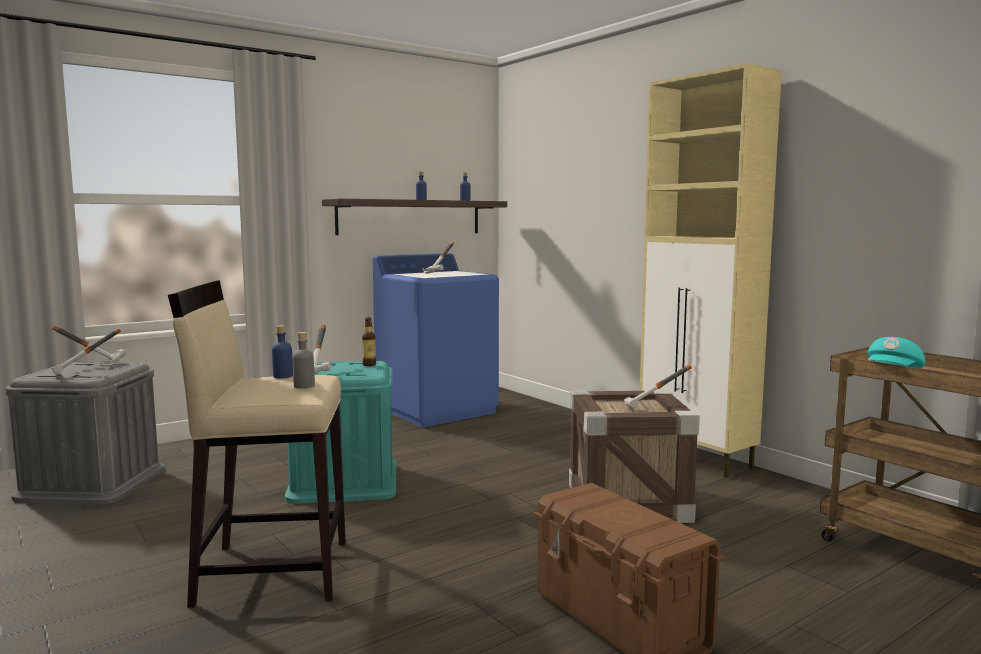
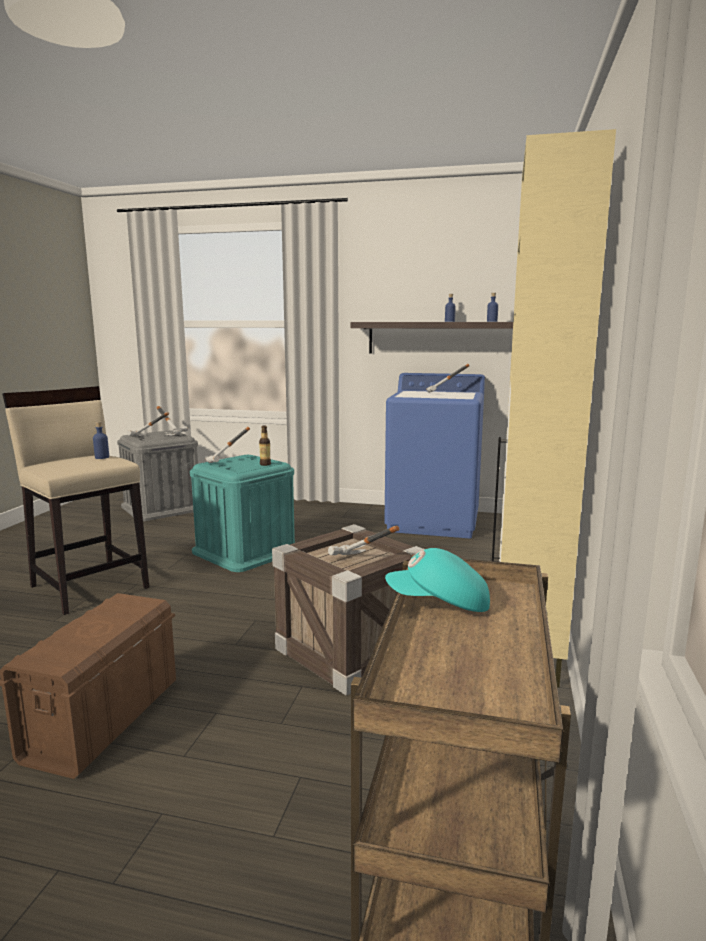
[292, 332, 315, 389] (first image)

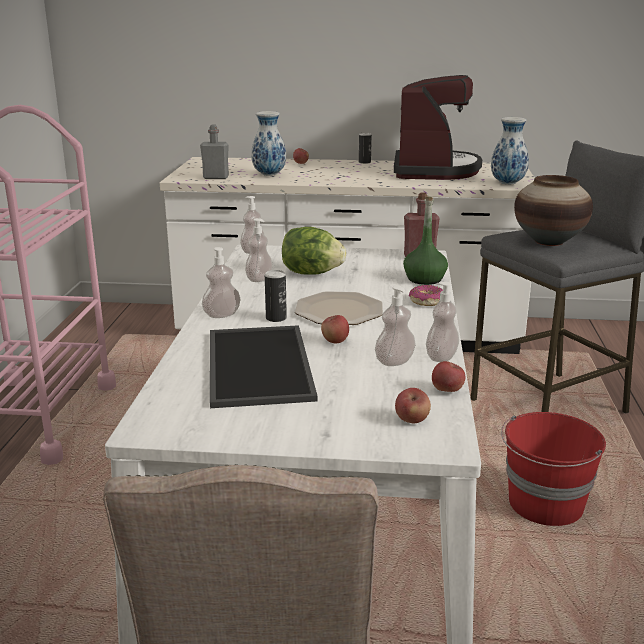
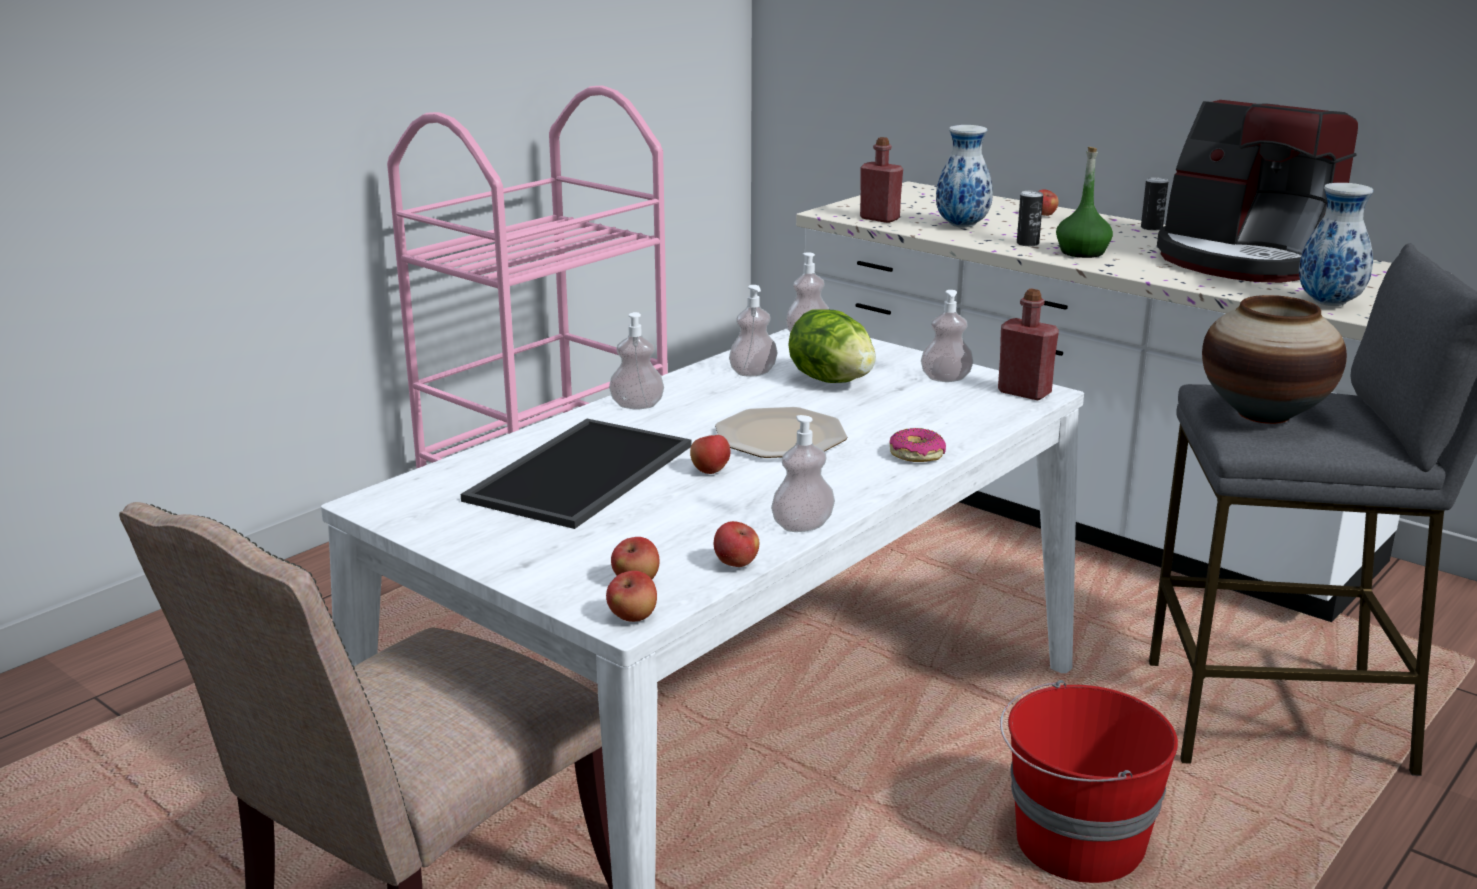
[1157, 100, 1358, 283]
[860, 137, 903, 223]
[1056, 147, 1113, 258]
[1017, 191, 1043, 246]
[921, 290, 973, 382]
[606, 571, 657, 622]

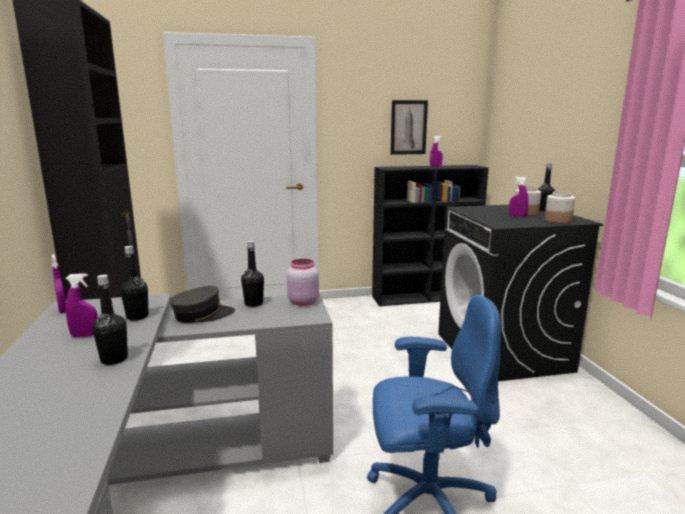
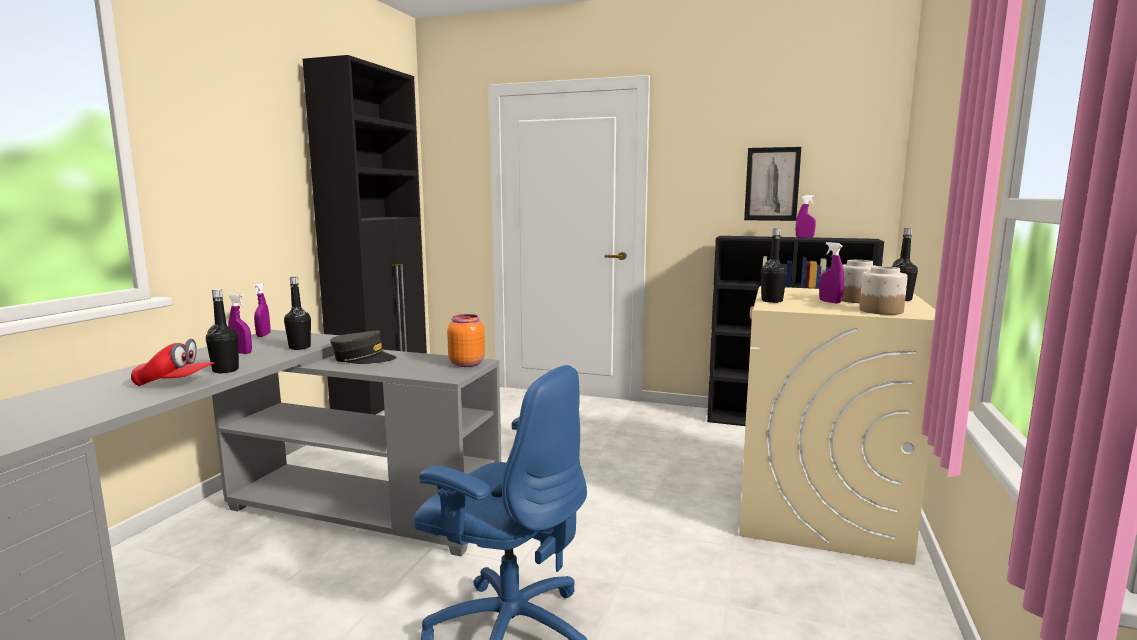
[739, 286, 936, 565]
[761, 228, 787, 303]
[447, 314, 485, 367]
[131, 339, 215, 386]

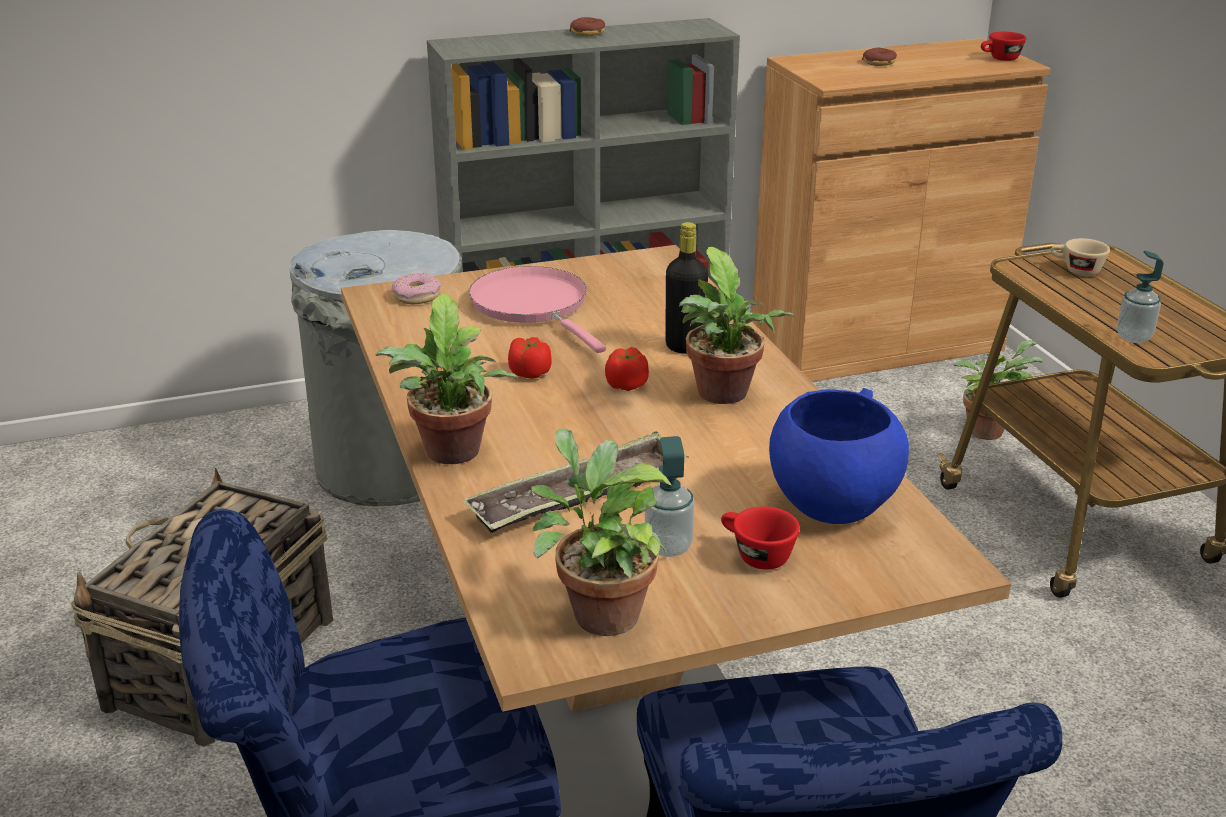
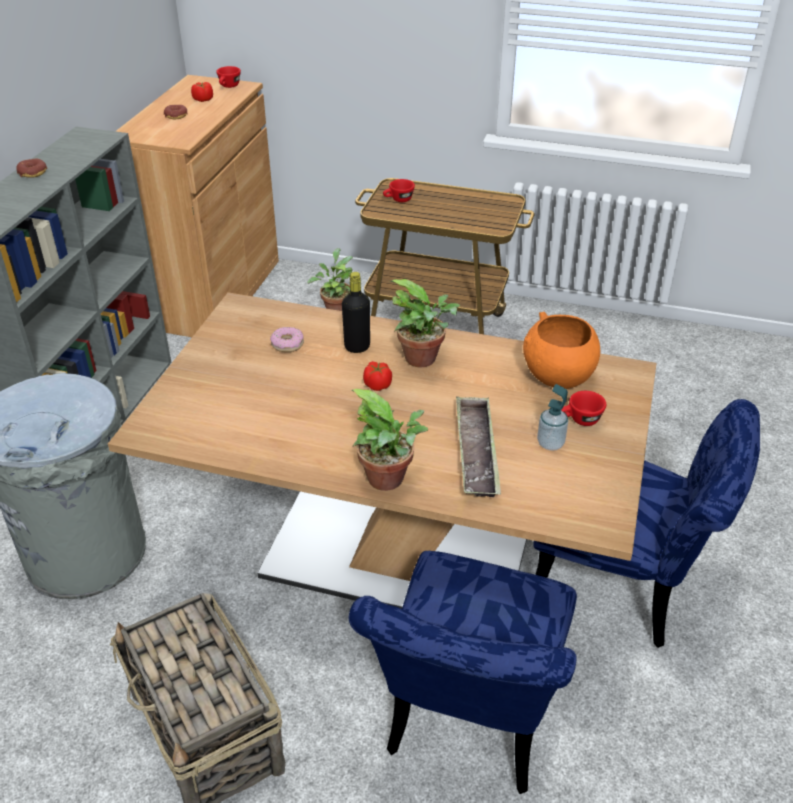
[383, 179, 415, 202]
[1117, 250, 1163, 343] (first image)
[469, 266, 606, 353] (first image)
[270, 327, 304, 352]
[191, 82, 213, 102]
[523, 312, 600, 389]
[531, 428, 672, 636] (first image)

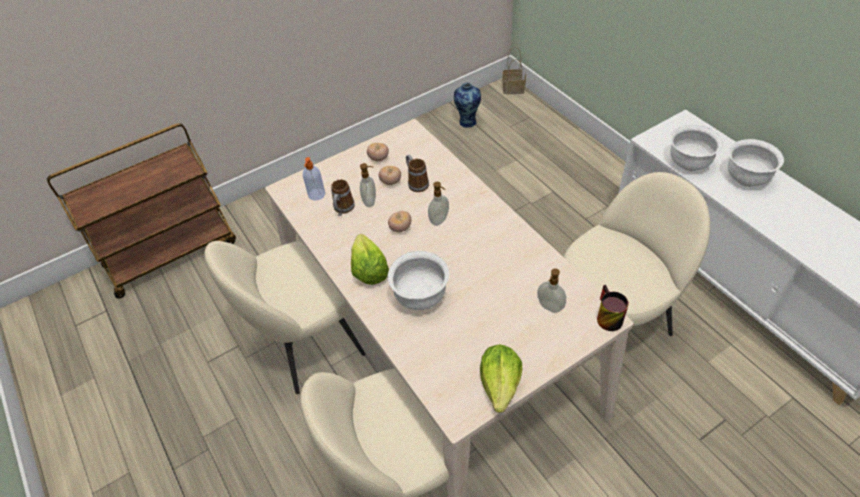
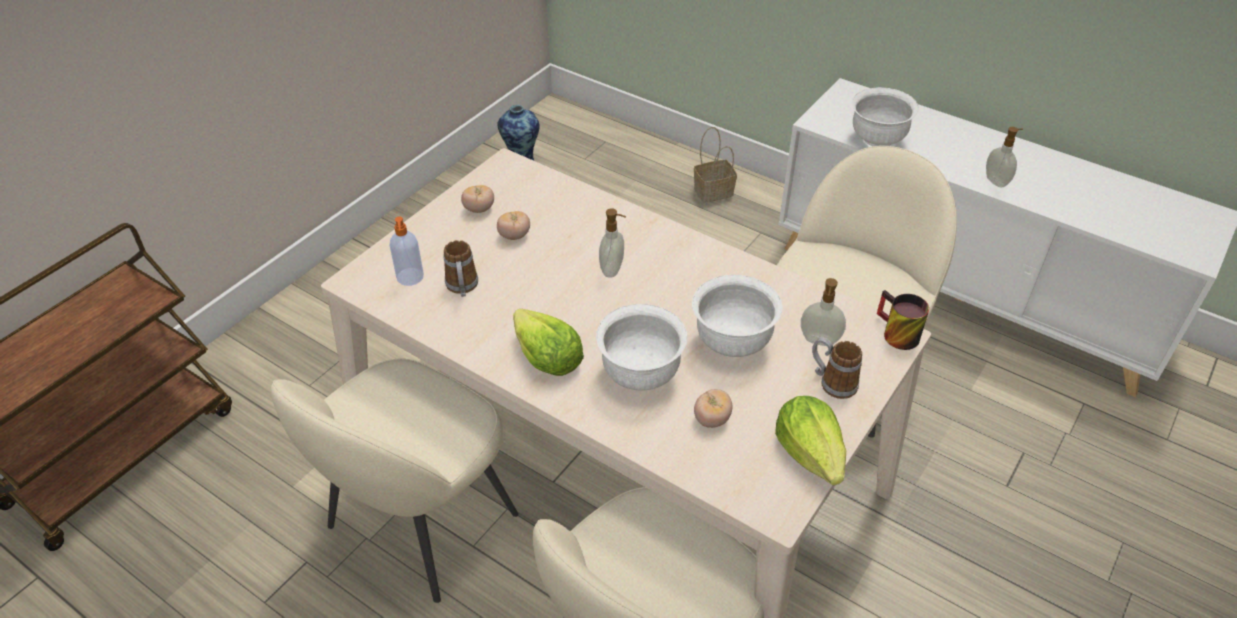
[694, 127, 737, 203]
[692, 275, 783, 357]
[812, 338, 862, 399]
[986, 127, 1023, 187]
[694, 389, 732, 428]

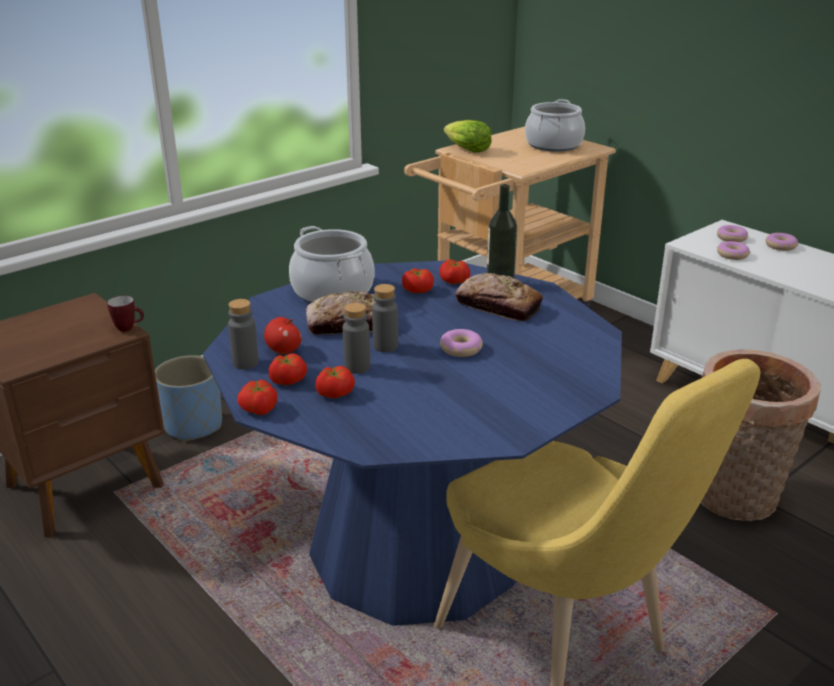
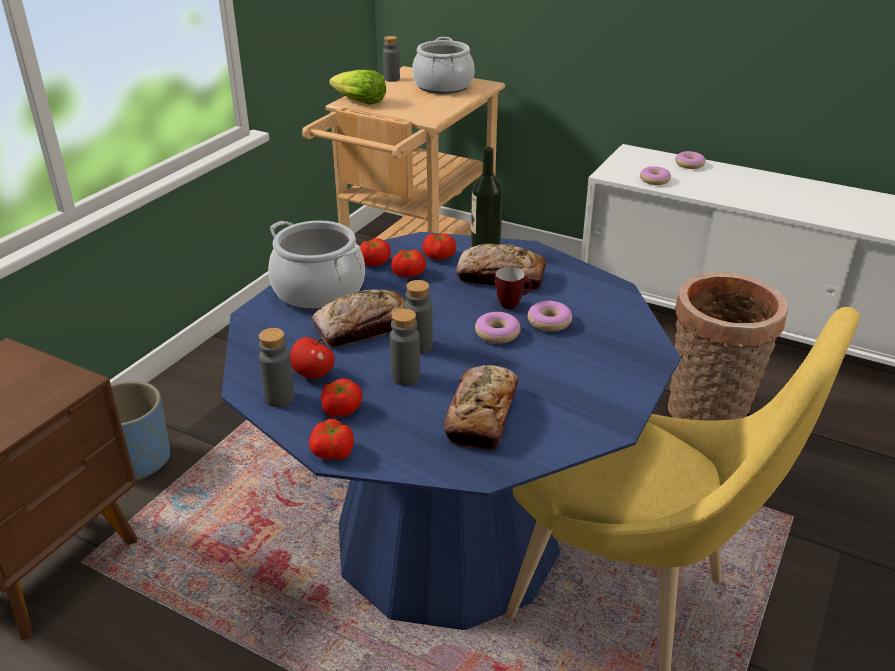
[528, 301, 573, 332]
[495, 267, 532, 309]
[360, 238, 391, 266]
[383, 36, 400, 82]
[444, 365, 518, 450]

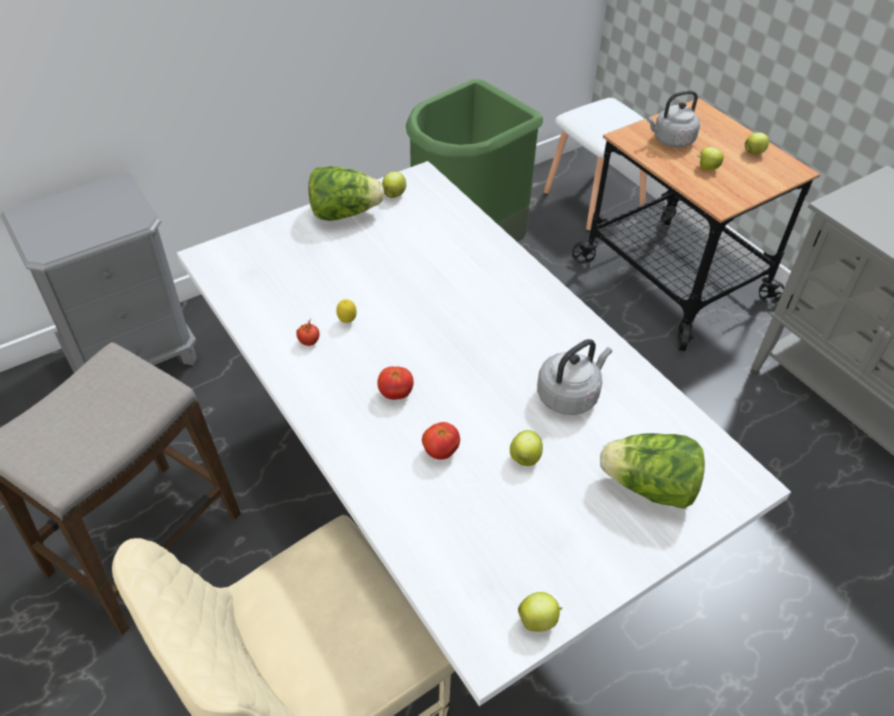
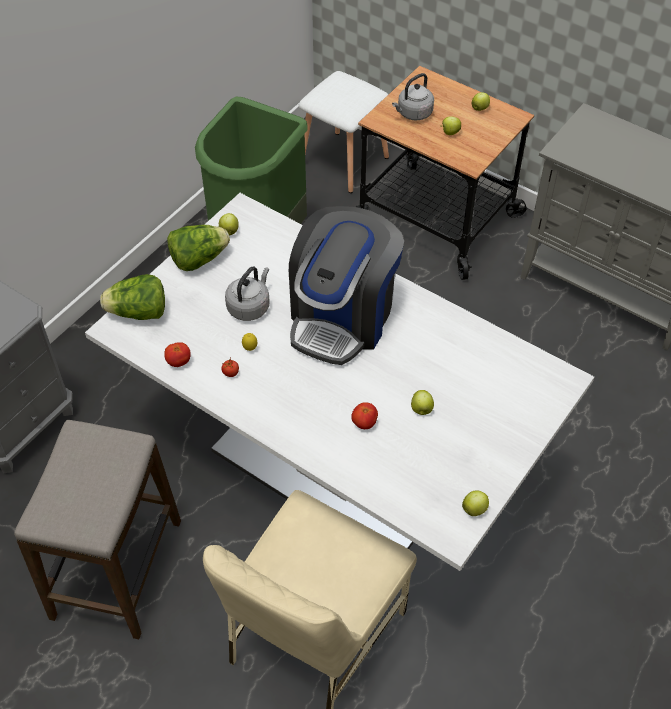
[225, 266, 270, 321]
[164, 342, 191, 367]
[100, 274, 165, 320]
[289, 206, 404, 365]

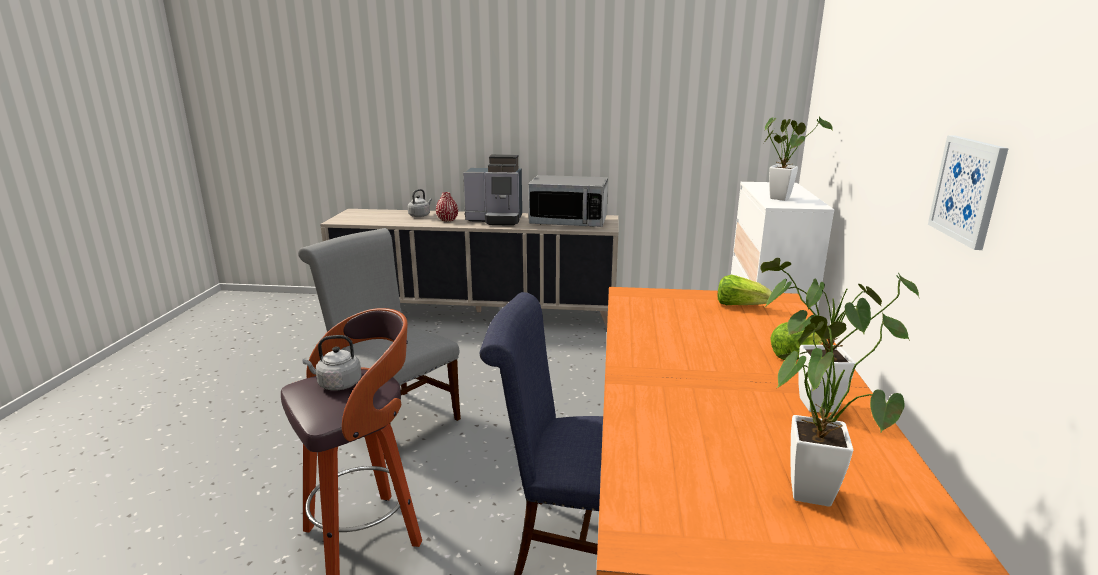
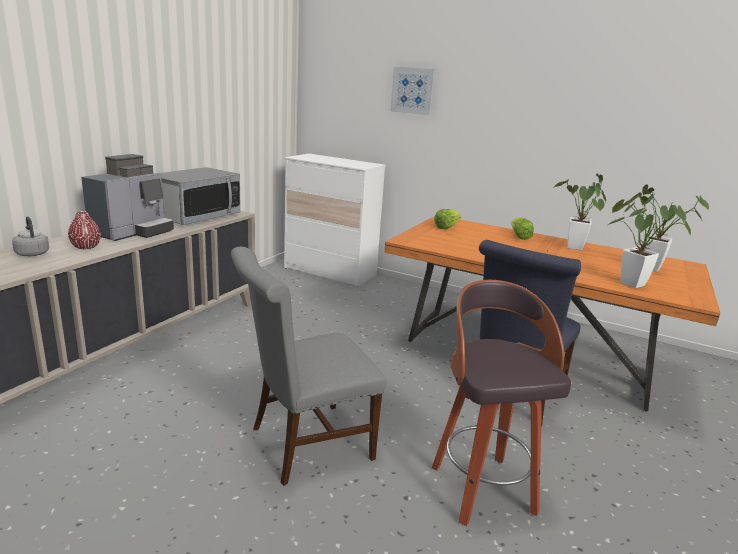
[608, 192, 691, 288]
[390, 67, 435, 115]
[302, 335, 362, 391] (first image)

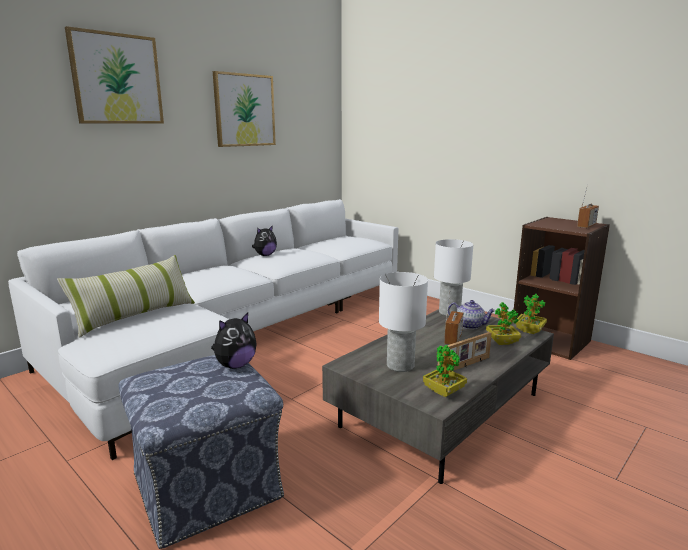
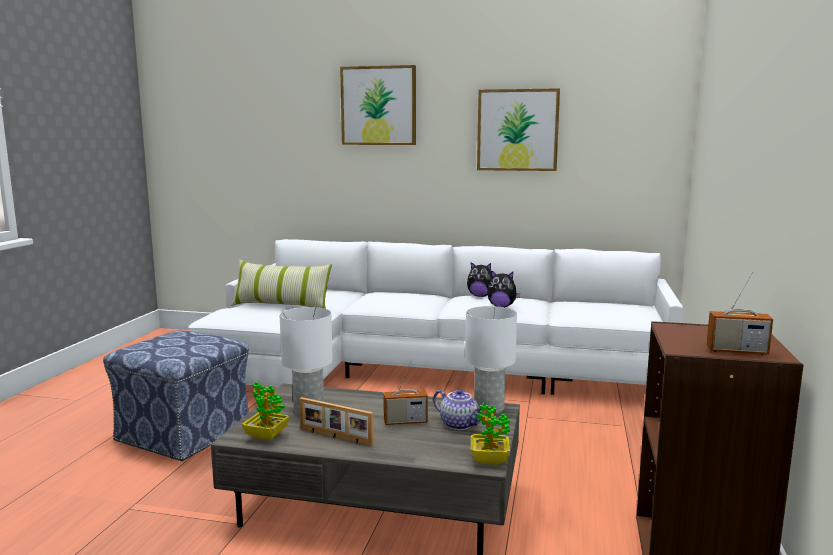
[433, 389, 483, 430]
[486, 302, 521, 345] (first image)
[487, 270, 520, 307]

